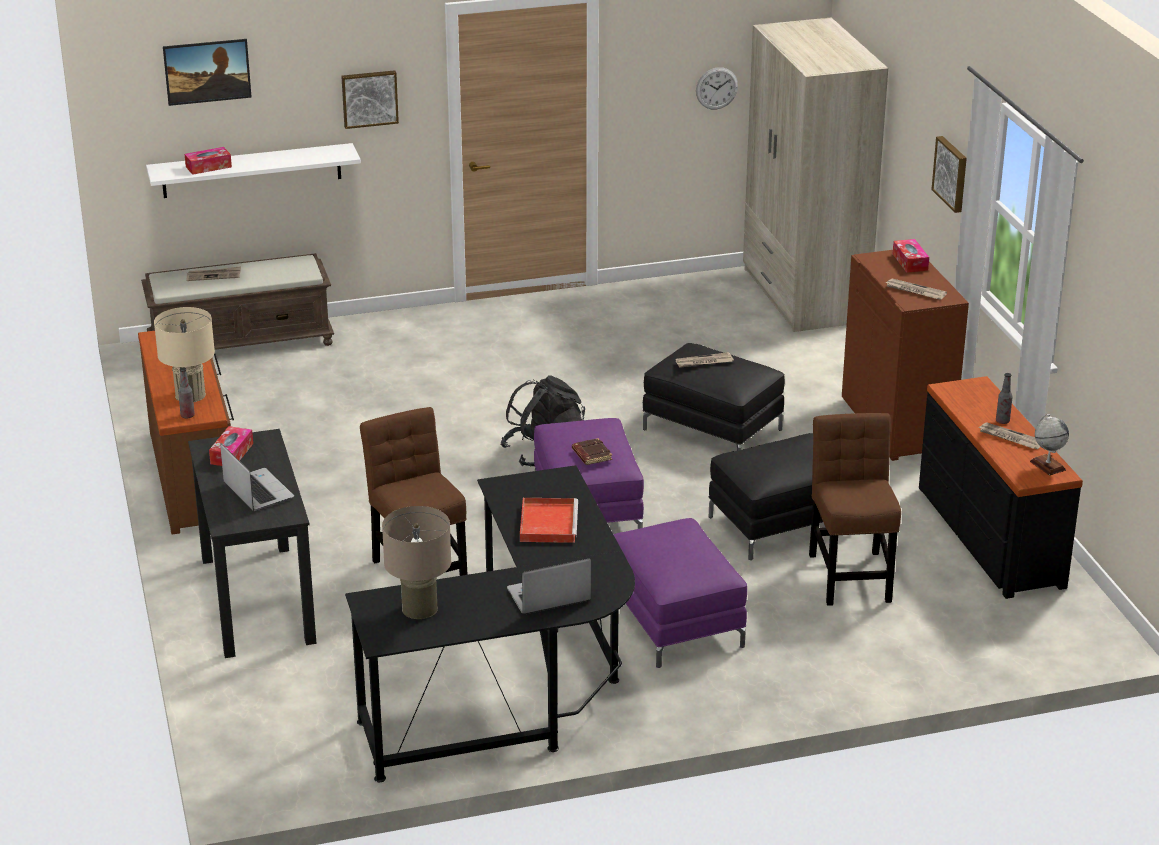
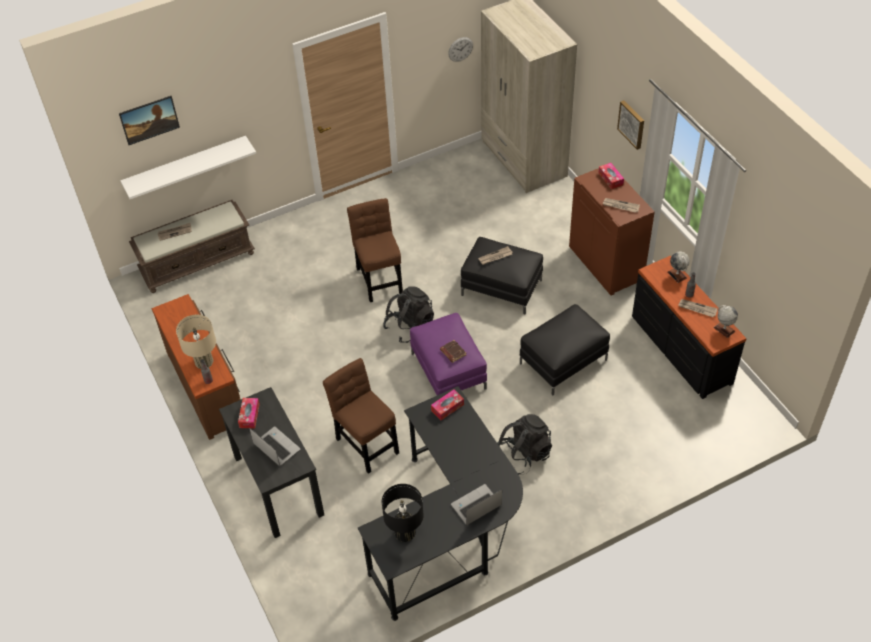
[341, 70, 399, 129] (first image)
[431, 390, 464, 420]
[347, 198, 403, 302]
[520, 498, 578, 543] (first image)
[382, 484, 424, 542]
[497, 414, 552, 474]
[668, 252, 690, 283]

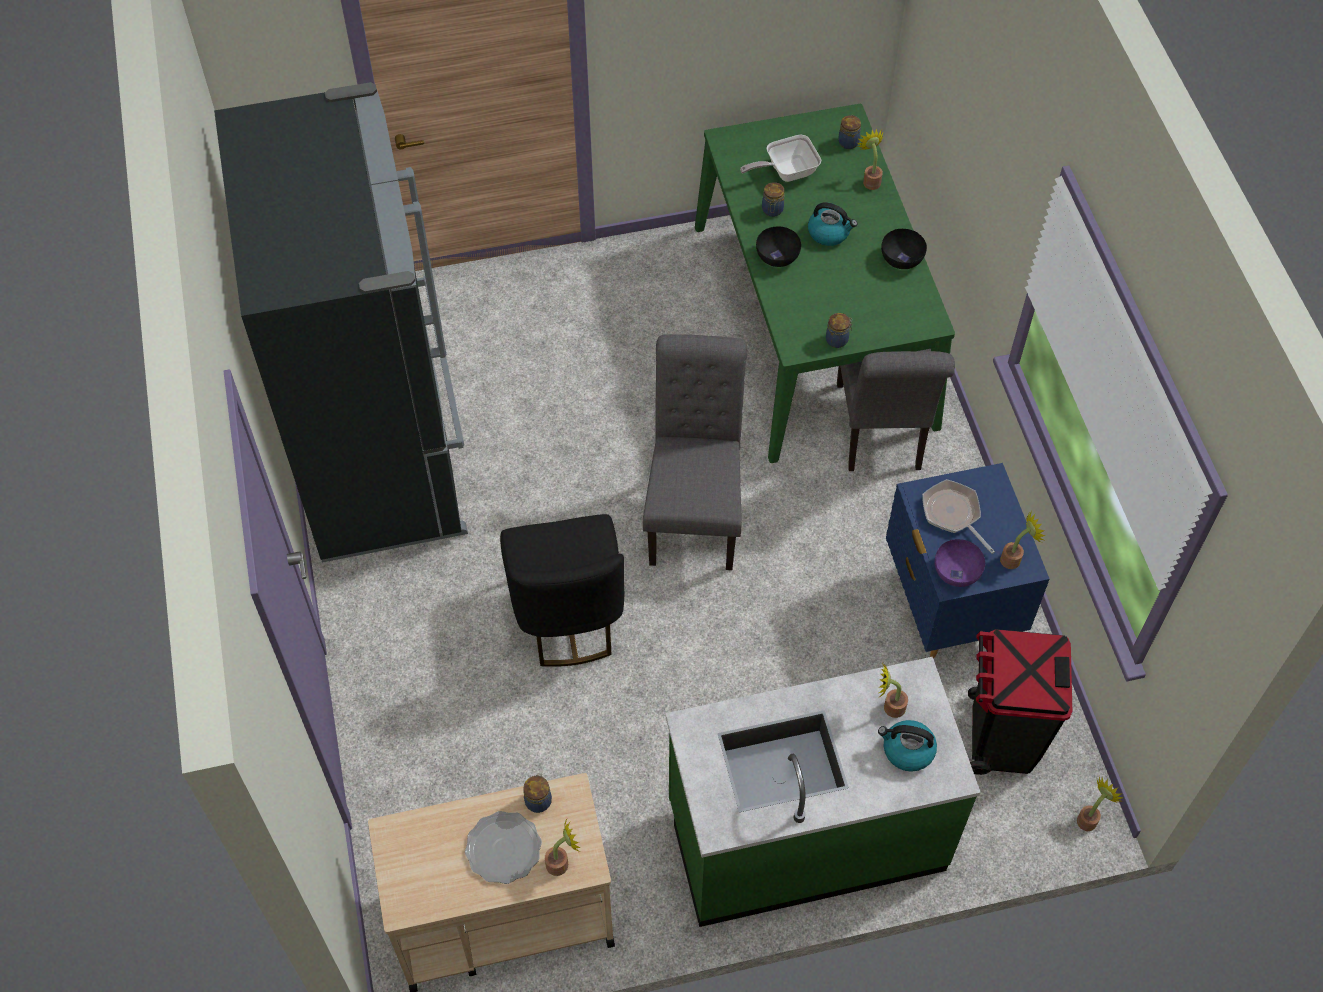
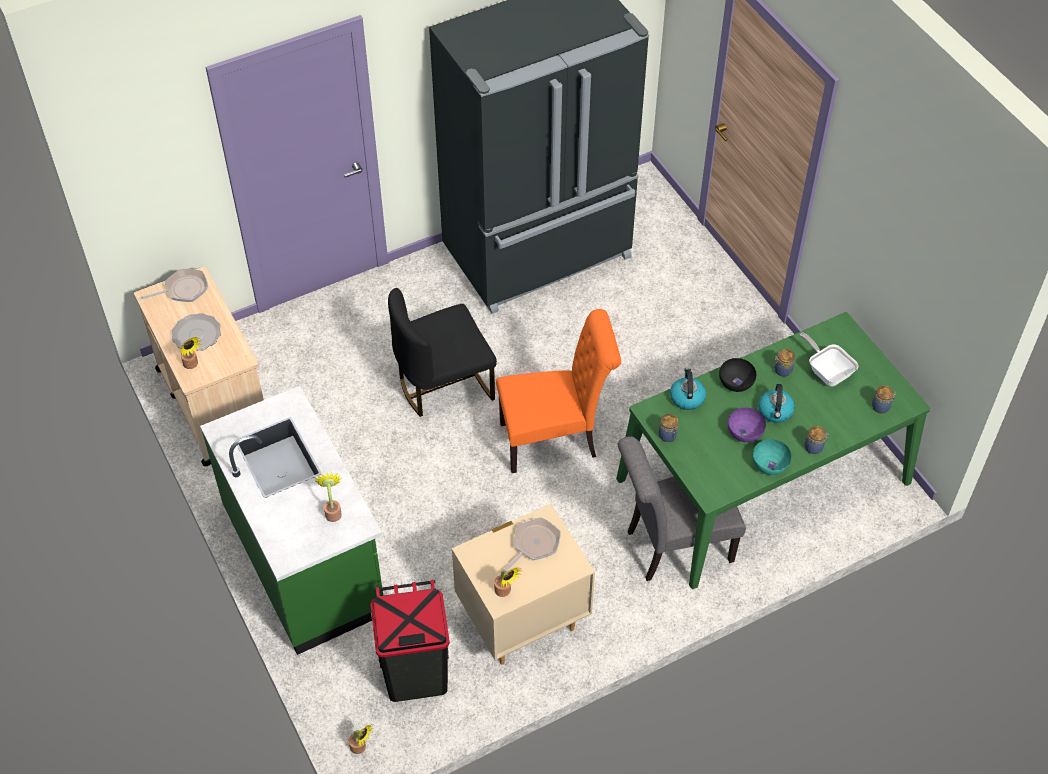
[857, 129, 884, 190] (first image)
[752, 439, 791, 475]
[496, 309, 621, 473]
[452, 504, 595, 665]
[728, 408, 766, 442]
[670, 368, 706, 410]
[805, 426, 828, 454]
[140, 269, 208, 302]

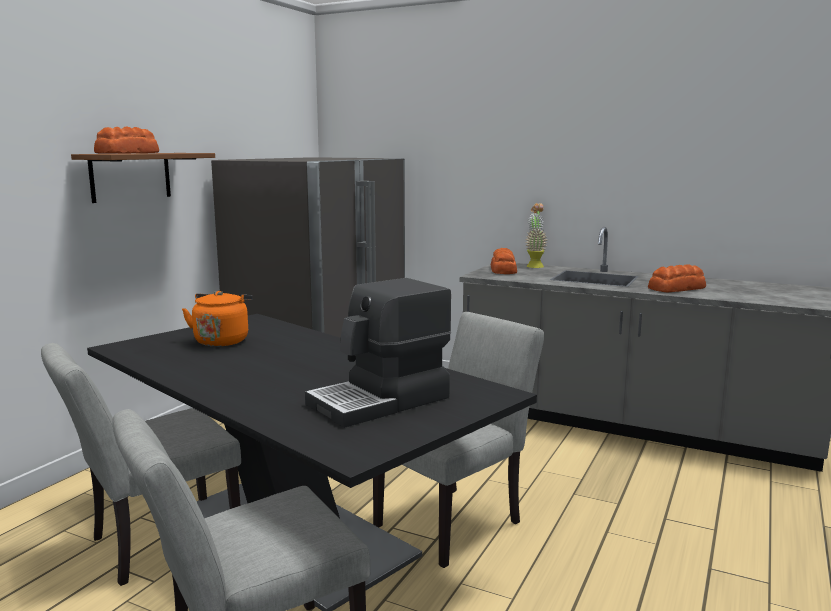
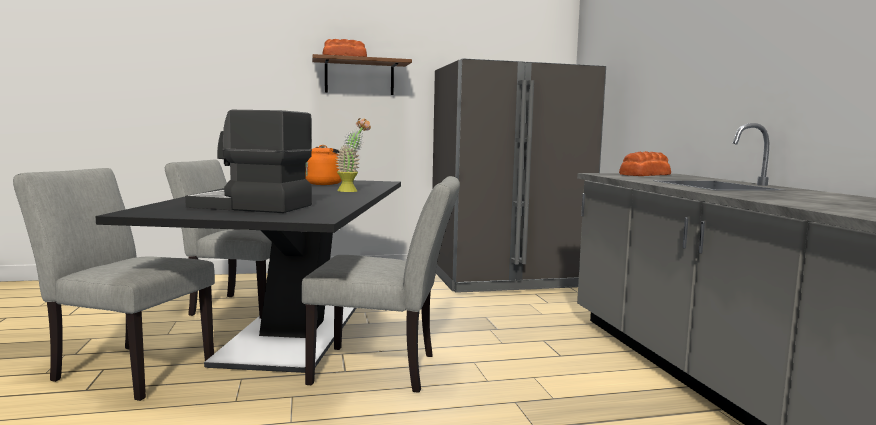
[336, 118, 371, 192]
[648, 264, 706, 293] (first image)

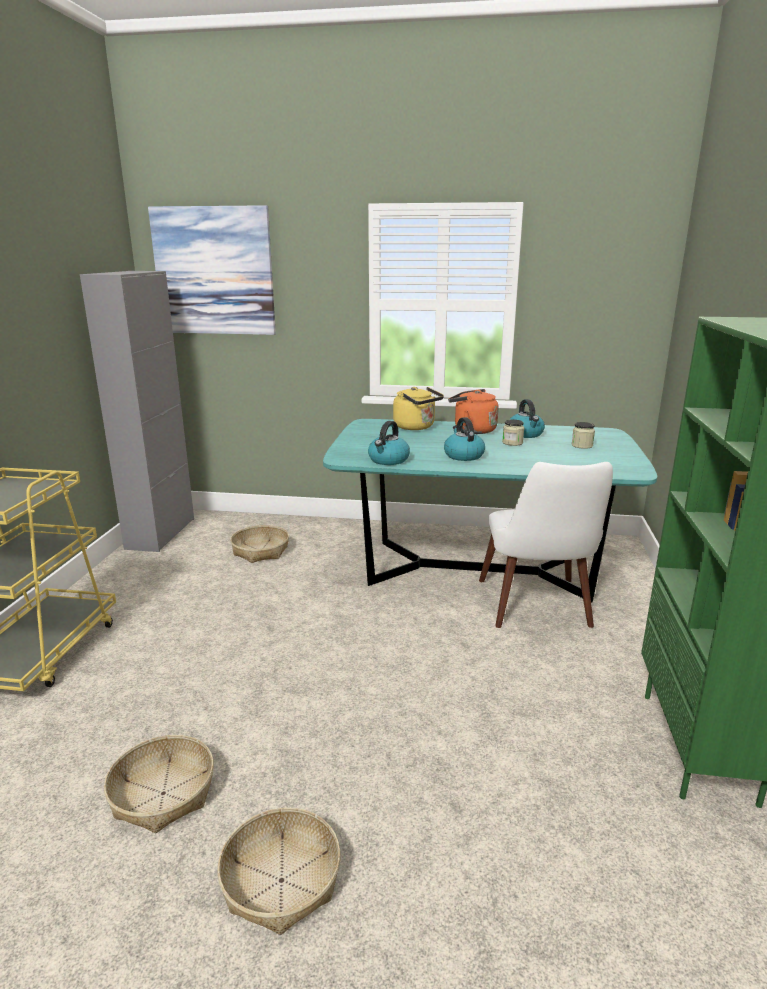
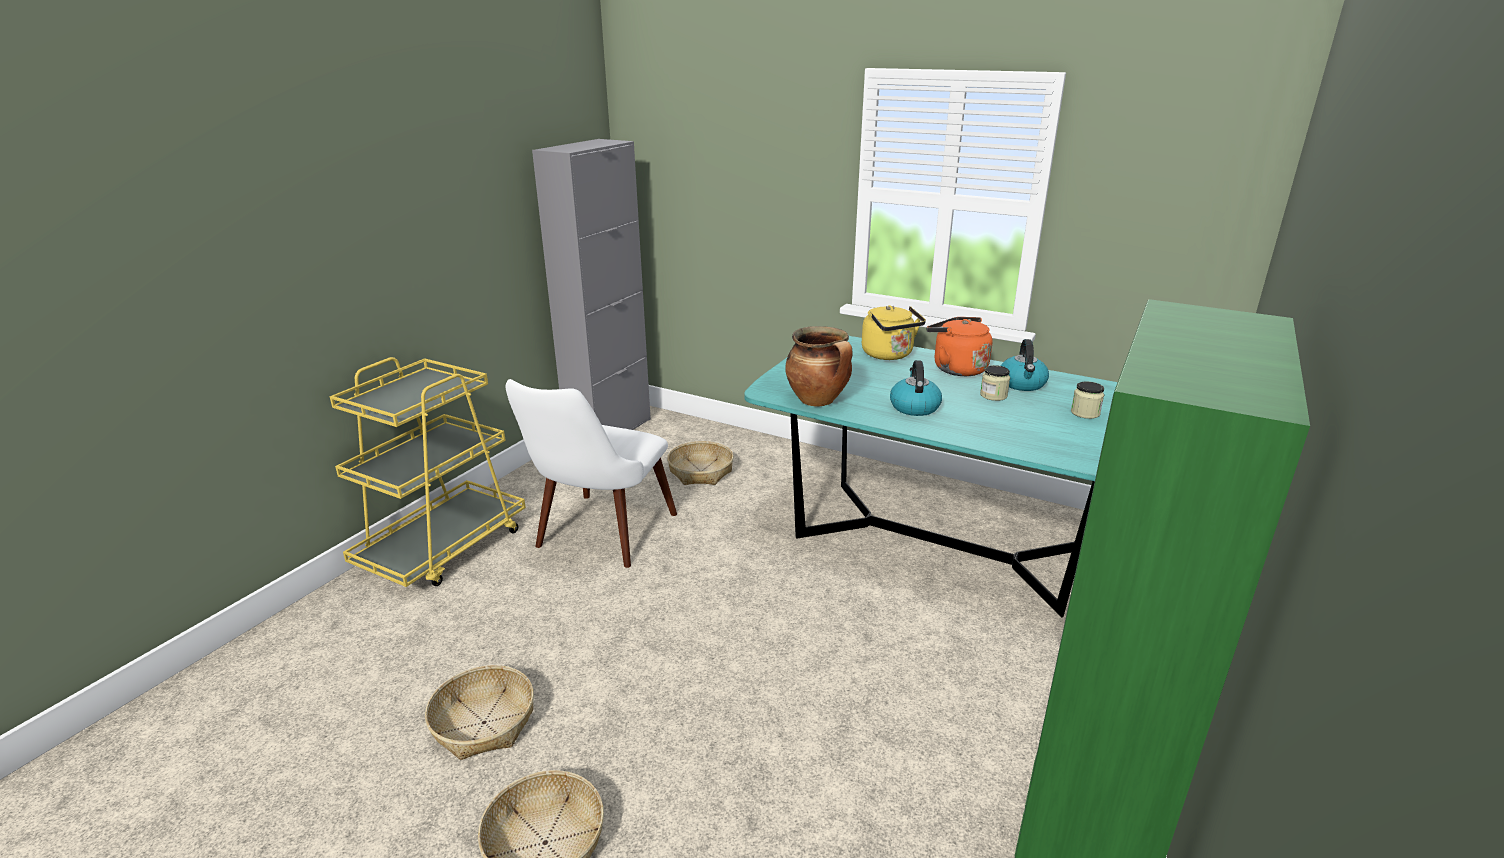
[148, 205, 276, 335] (first image)
[785, 326, 853, 406]
[506, 379, 677, 568]

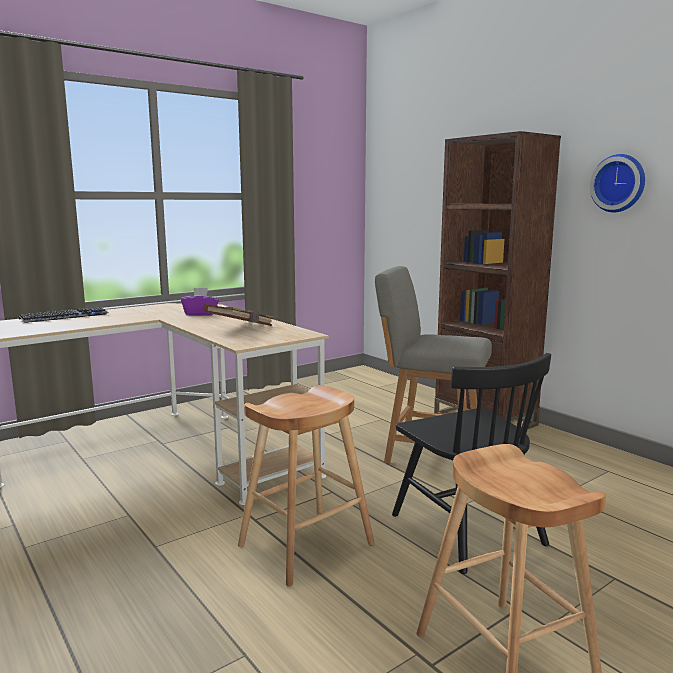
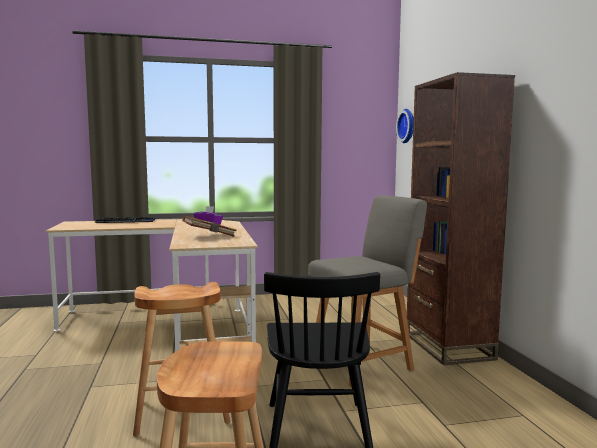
[396, 109, 414, 143]
[308, 195, 427, 387]

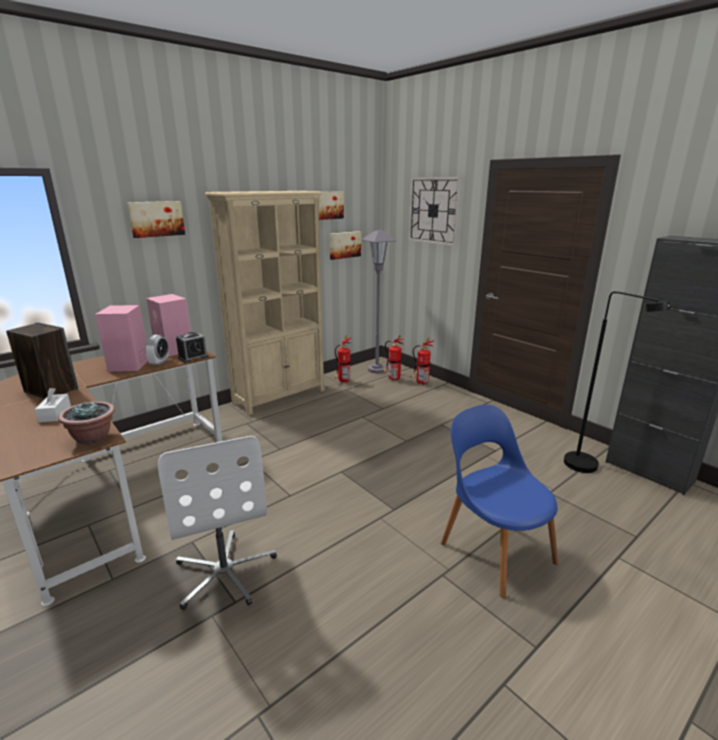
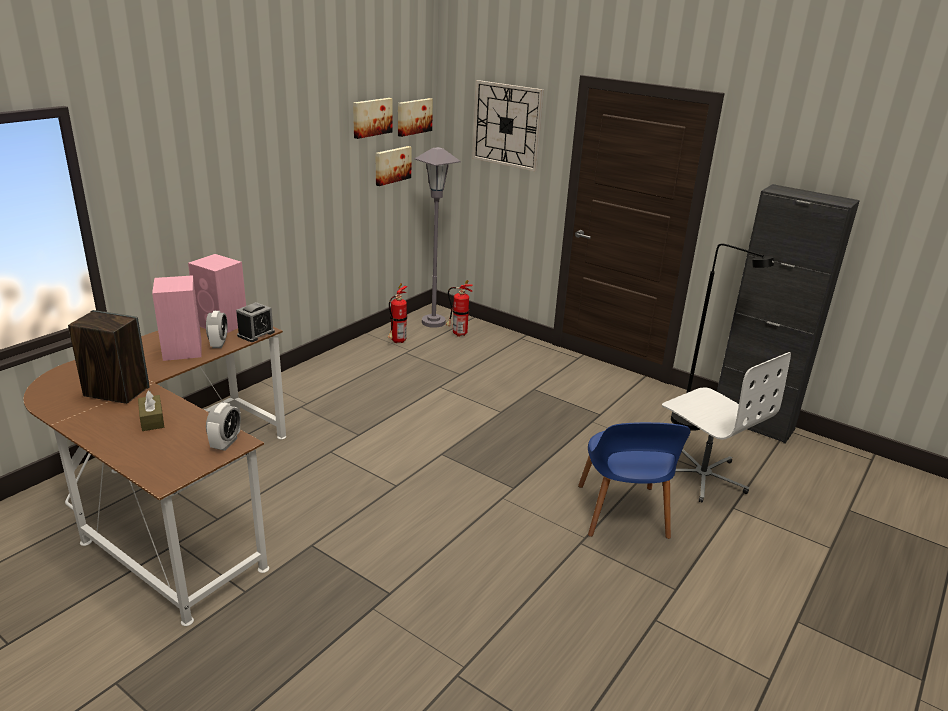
[205, 191, 325, 416] (first image)
[398, 98, 433, 137]
[411, 337, 434, 385] (first image)
[138, 390, 164, 431]
[206, 403, 241, 451]
[578, 422, 690, 539]
[662, 352, 791, 503]

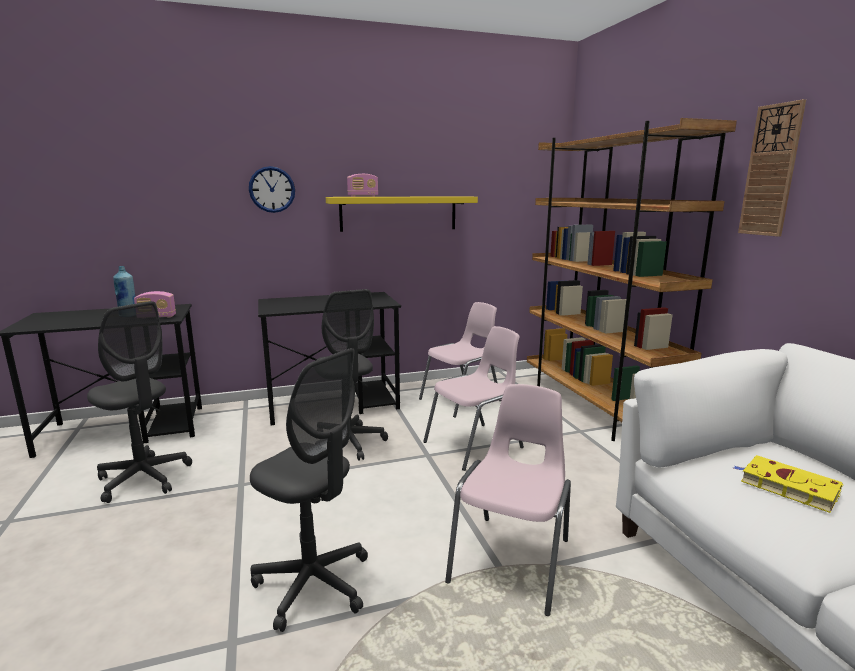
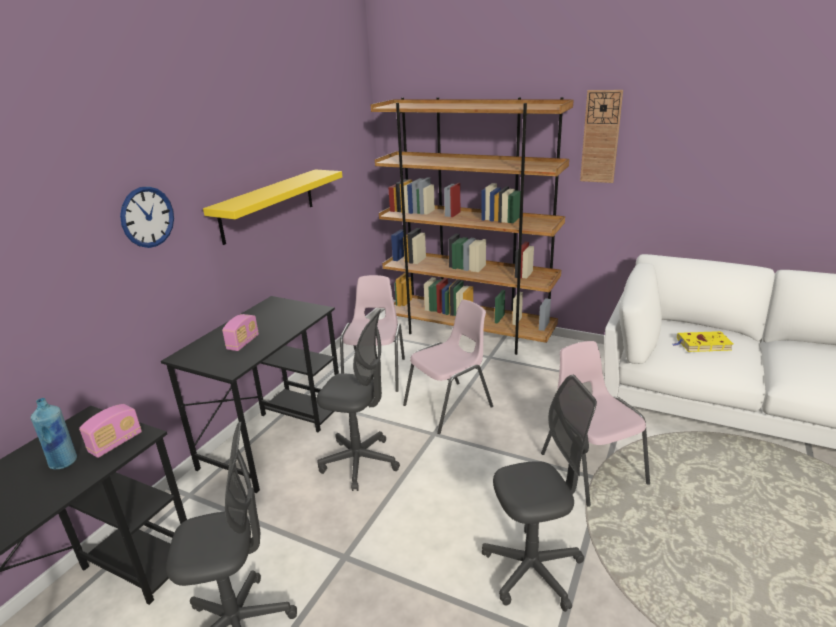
[222, 314, 259, 351]
[403, 299, 493, 434]

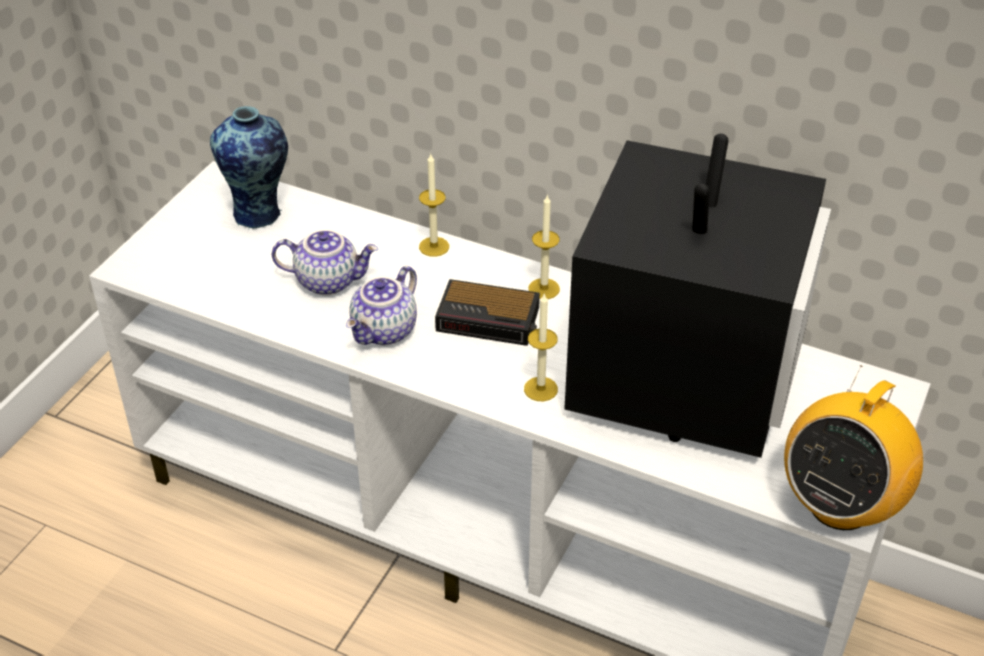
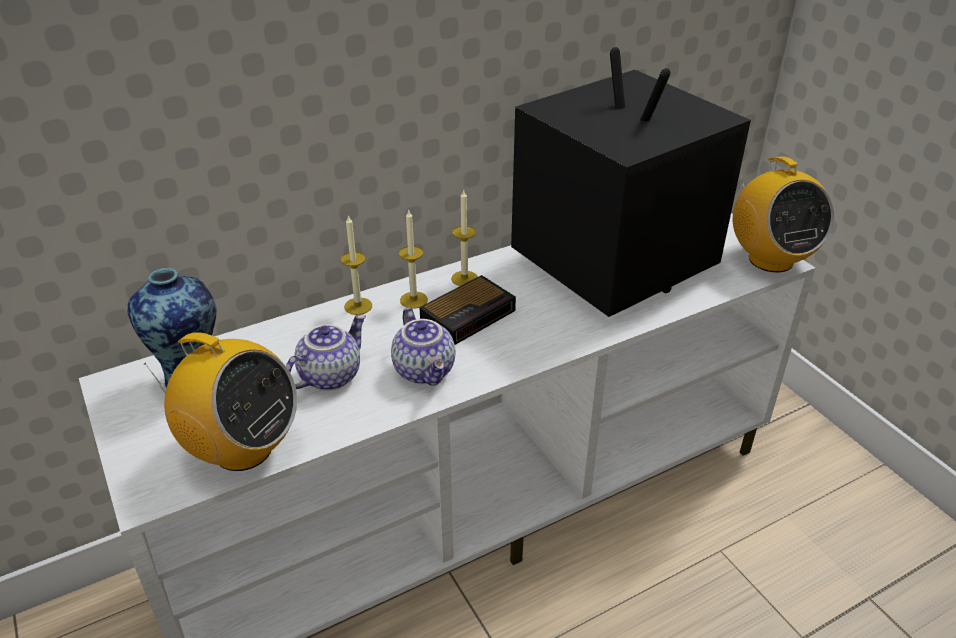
[399, 209, 428, 309]
[144, 332, 297, 471]

